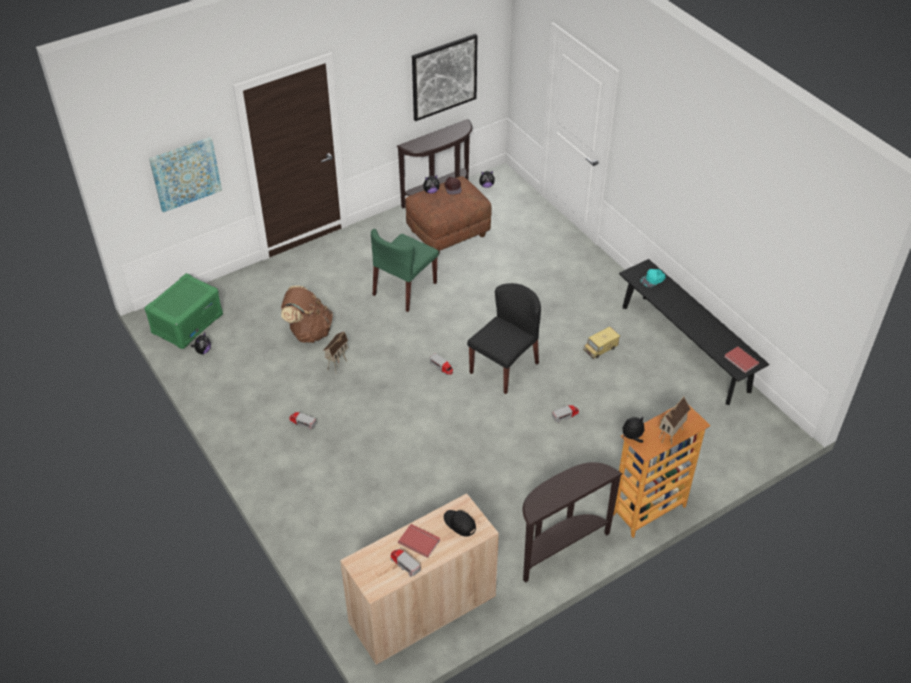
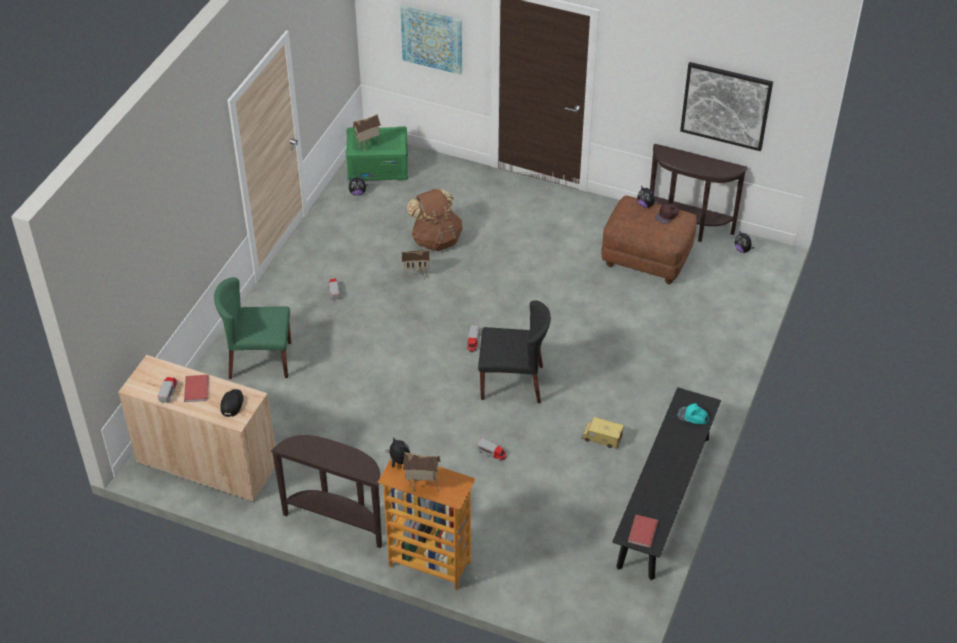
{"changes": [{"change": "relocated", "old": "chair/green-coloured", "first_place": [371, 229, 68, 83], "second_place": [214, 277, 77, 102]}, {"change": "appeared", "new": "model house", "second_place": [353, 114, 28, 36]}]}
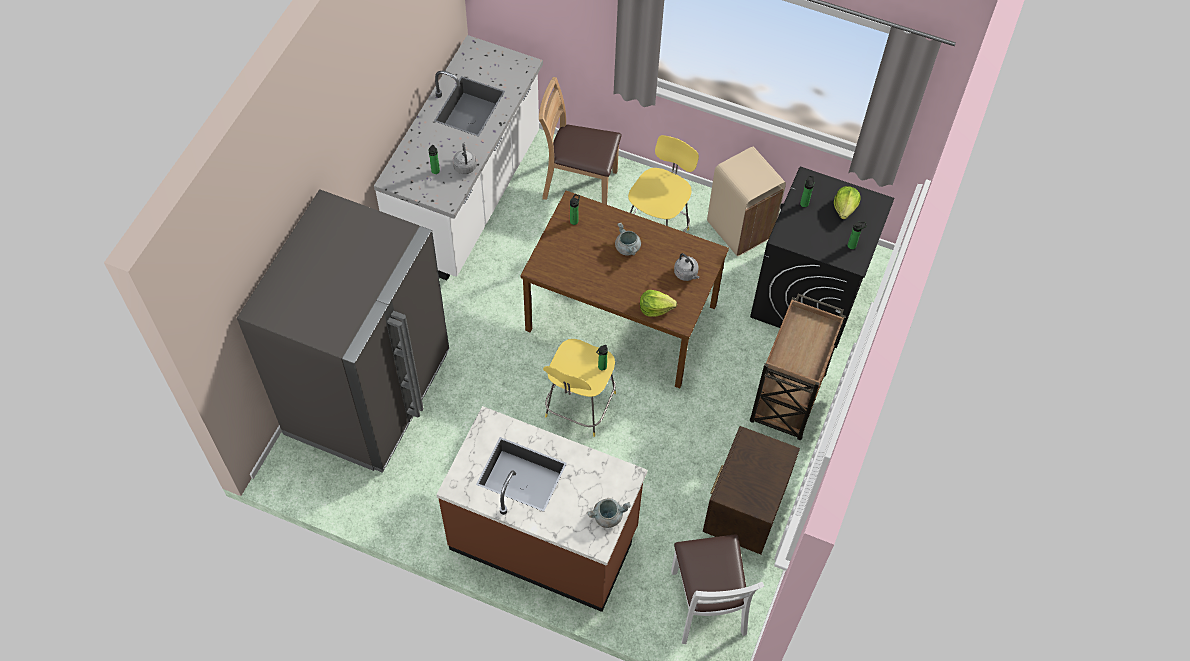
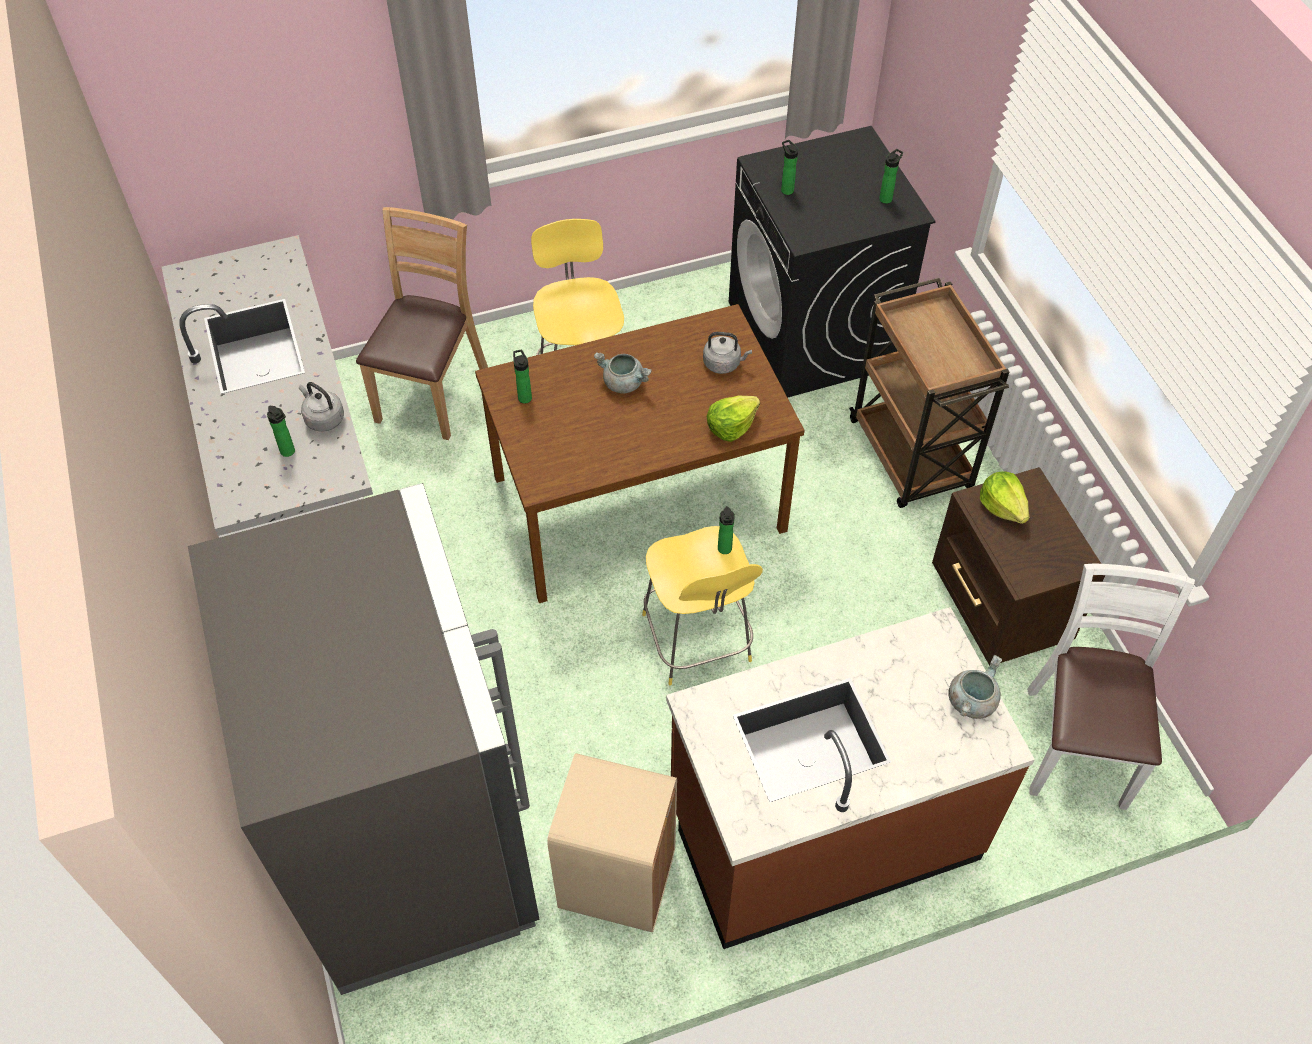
{"changes": [{"change": "spun", "old": "chair/brown-coloured", "first_place": [539, 77, 83, 128], "second_place": [356, 207, 132, 233], "degrees": 135}, {"change": "spun", "old": "chair/white", "first_place": [671, 534, 93, 110], "second_place": [1027, 563, 168, 247], "degrees": -120}, {"change": "relocated", "old": "rubbish bin/beige-coloured", "first_place": [707, 147, 79, 109], "second_place": [547, 753, 130, 180]}, {"change": "relocated", "old": "head of lettuce", "first_place": [834, 186, 27, 33], "second_place": [980, 471, 49, 53]}]}
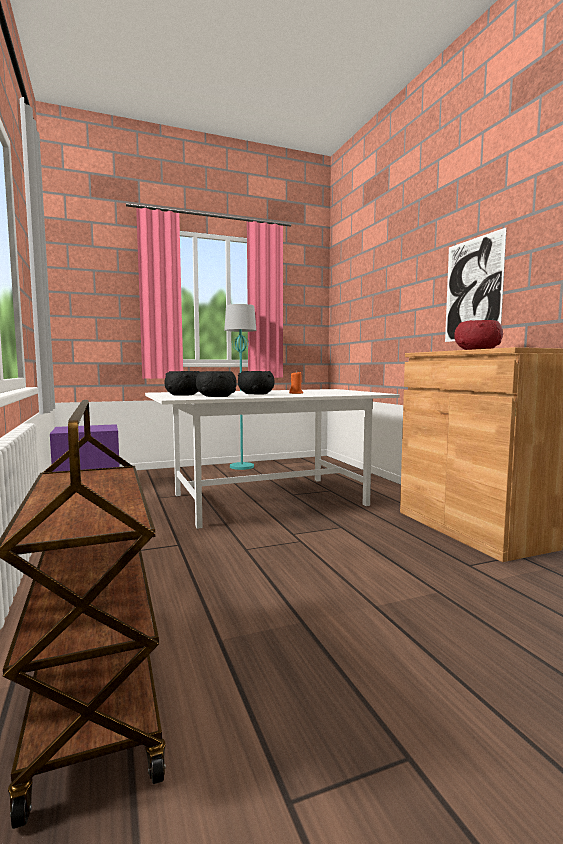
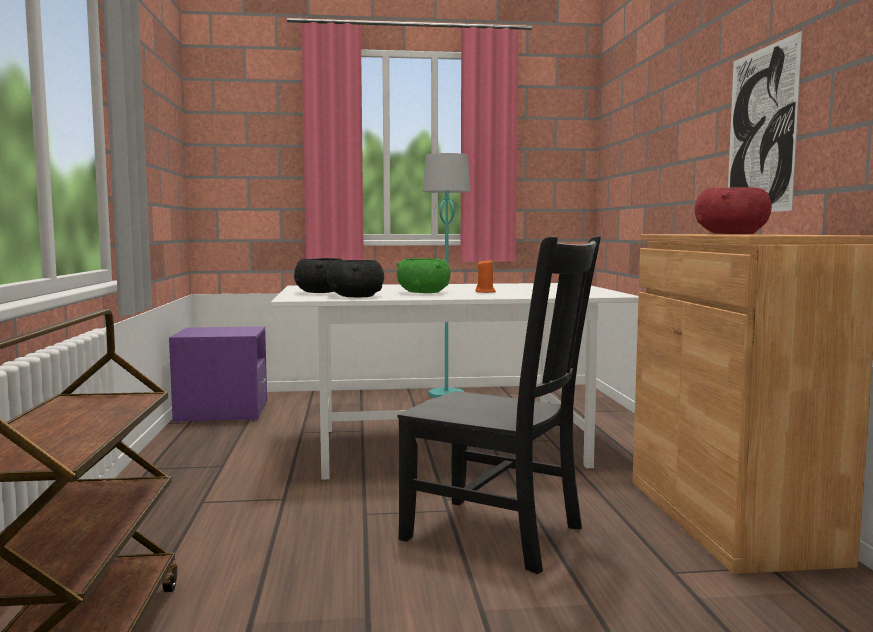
{"changes": [{"change": "colour", "old": "serving bowl/black-coloured", "new": "serving bowl/green-coloured", "first_place": [238, 371, 37, 23], "second_place": [397, 258, 54, 35]}, {"change": "appeared", "new": "chair/black-coloured", "second_place": [397, 236, 204, 338]}]}
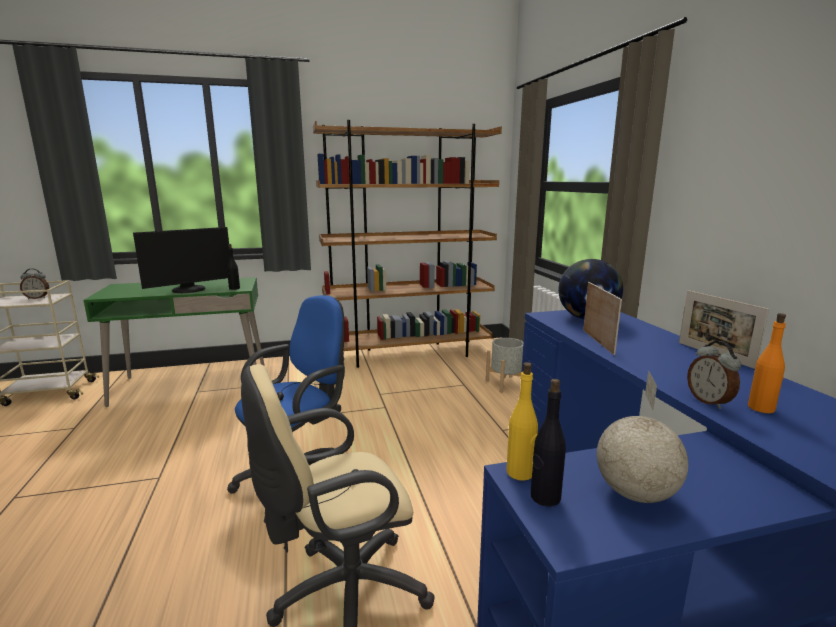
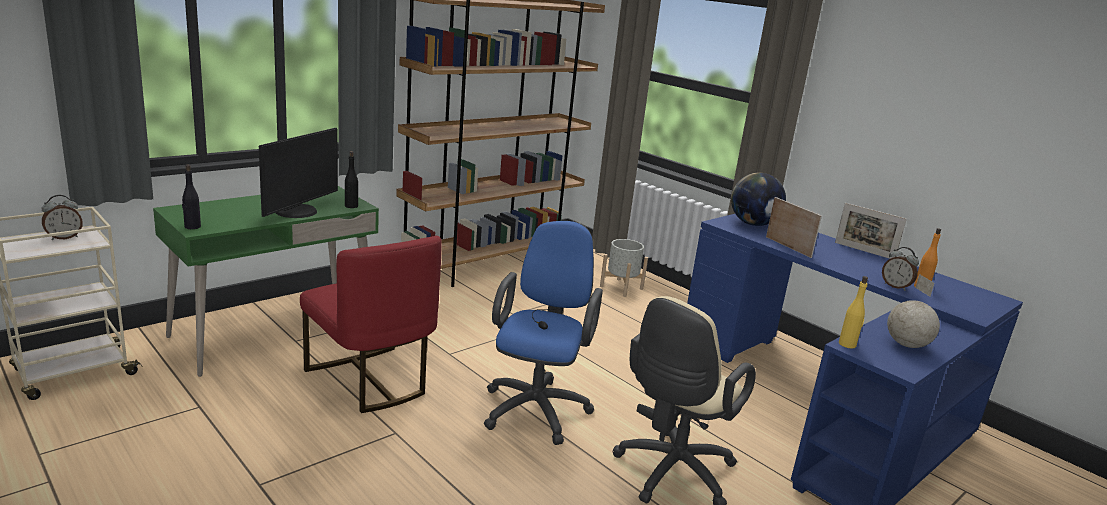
{"changes": [{"change": "relocated", "old": "bottle/black-coloured", "first_place": [531, 379, 35, 128], "second_place": [182, 164, 19, 65]}, {"change": "appeared", "new": "chair/red", "second_place": [300, 236, 142, 177]}]}
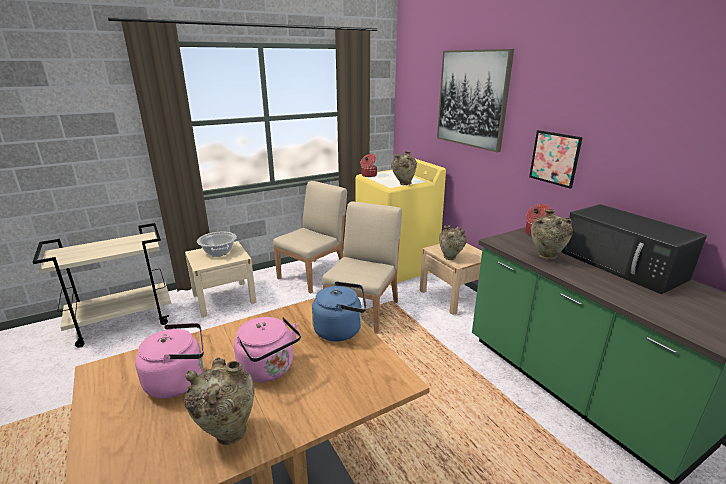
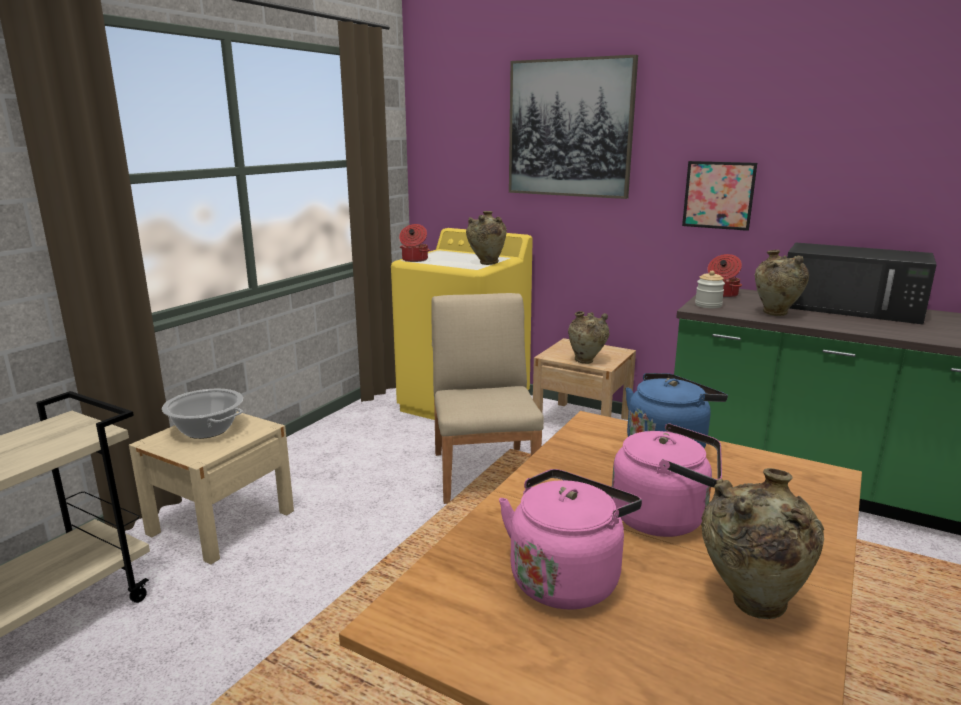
{"changes": [{"change": "missing", "old": "chair/beige-coloured", "first_place": [273, 181, 74, 113]}, {"change": "appeared", "new": "preserve jar", "second_place": [695, 271, 30, 37]}]}
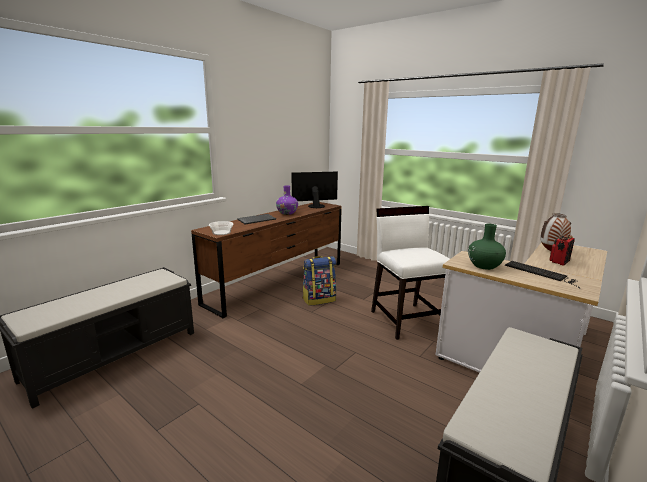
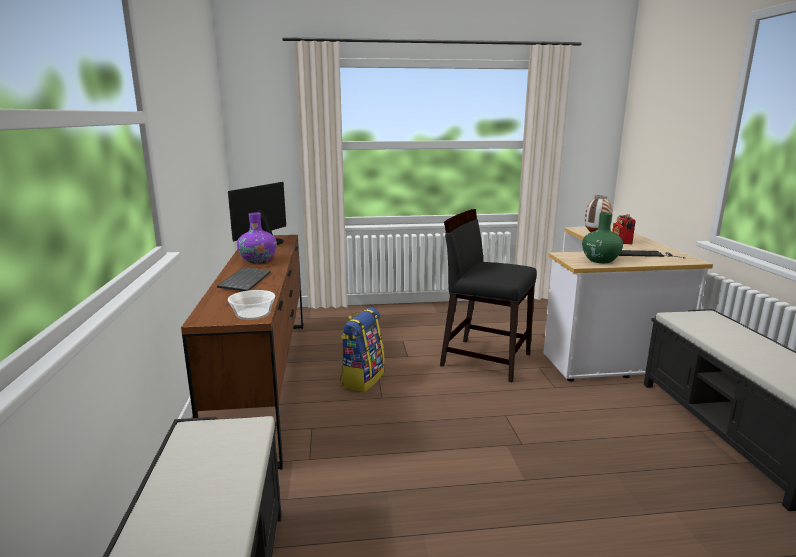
{"changes": [{"change": "colour", "old": "chair/white", "new": "chair/black-coloured", "first_place": [371, 206, 79, 134], "second_place": [440, 209, 97, 173]}]}
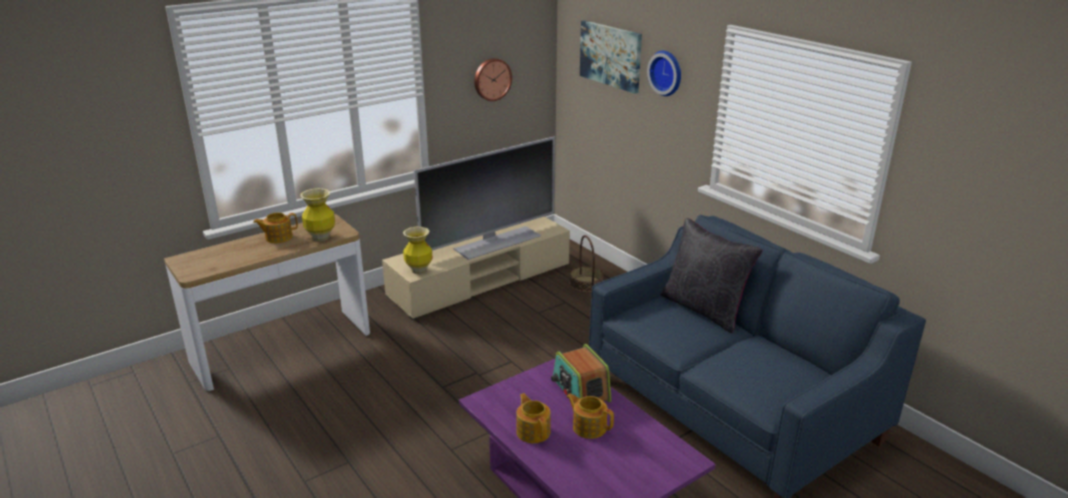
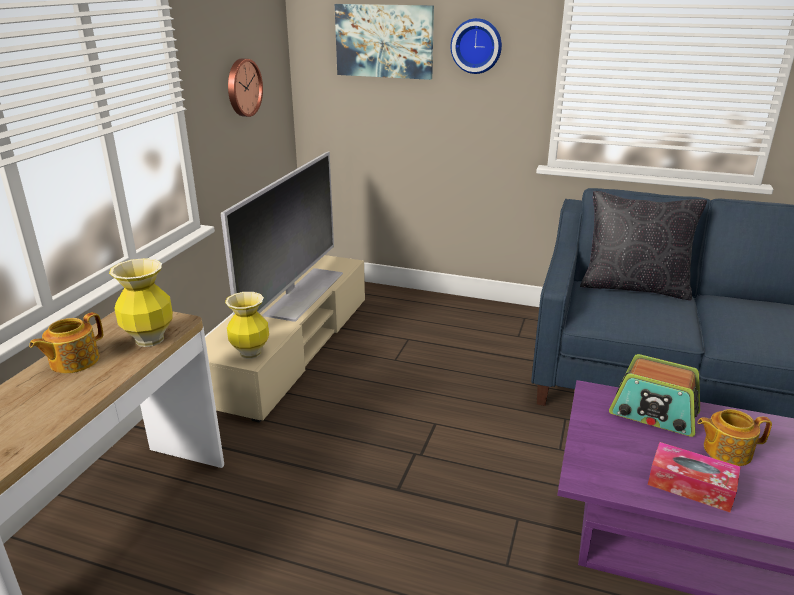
{"changes": [{"change": "exchanged", "old": "pot for tea", "new": "tissue box", "first_place": [516, 393, 35, 50], "second_place": [648, 442, 92, 71]}, {"change": "missing", "old": "storage basket", "first_place": [569, 235, 35, 57]}]}
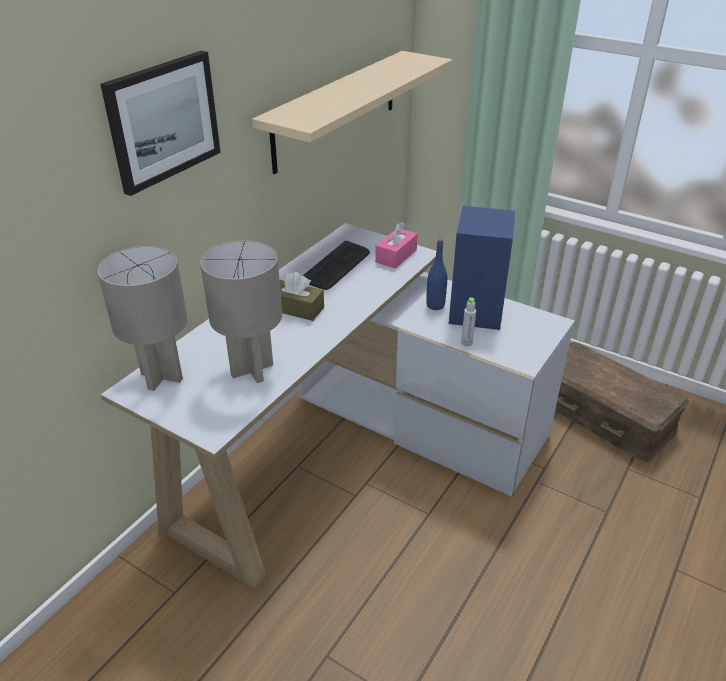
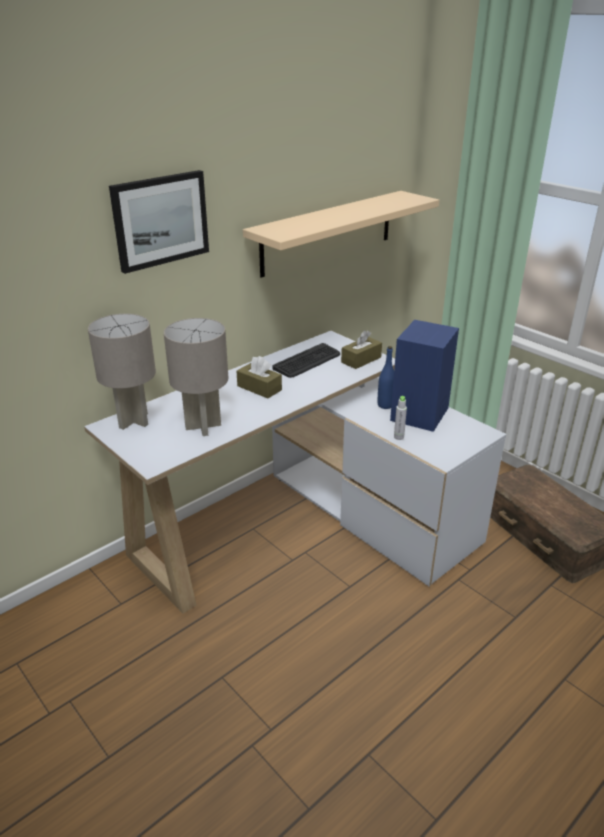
{"changes": [{"change": "colour", "old": "tissue box/pink-coloured", "new": "tissue box/brown-coloured", "first_place": [375, 222, 43, 47], "second_place": [341, 330, 41, 39]}]}
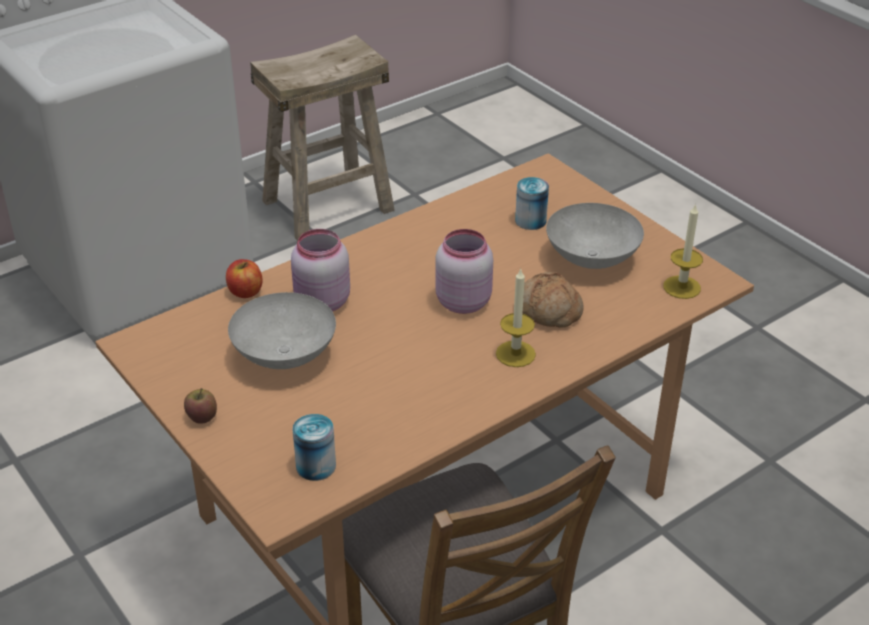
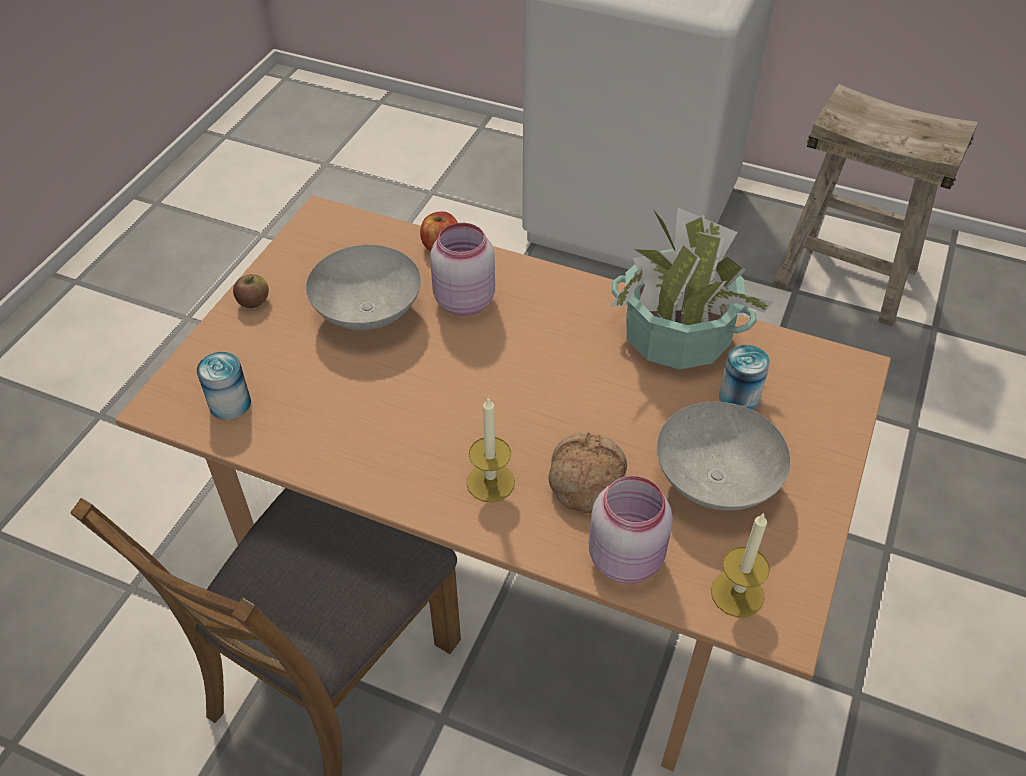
{"changes": [{"change": "relocated", "old": "preserve jar/pink-coloured", "first_place": [435, 229, 58, 85], "second_place": [589, 476, 84, 107]}, {"change": "appeared", "new": "plant in a pot", "second_place": [609, 208, 164, 162]}]}
